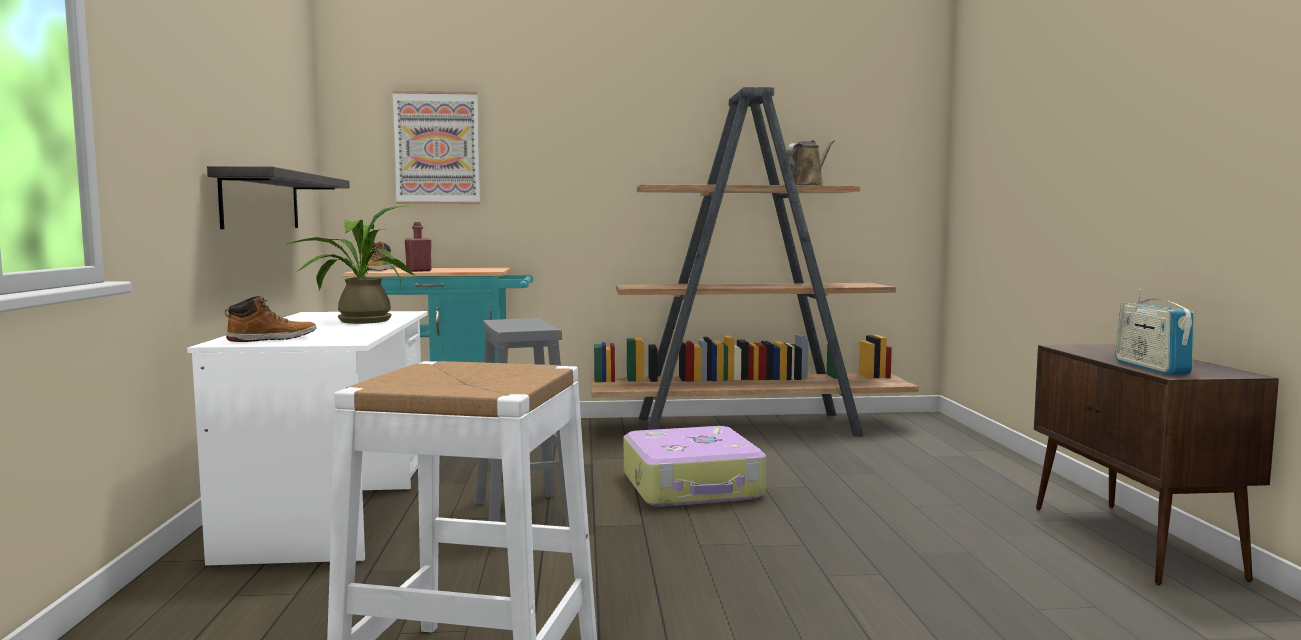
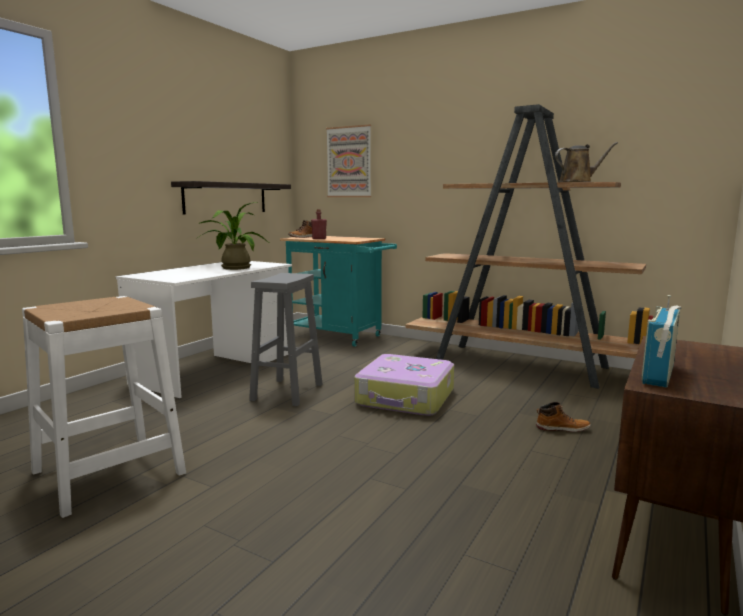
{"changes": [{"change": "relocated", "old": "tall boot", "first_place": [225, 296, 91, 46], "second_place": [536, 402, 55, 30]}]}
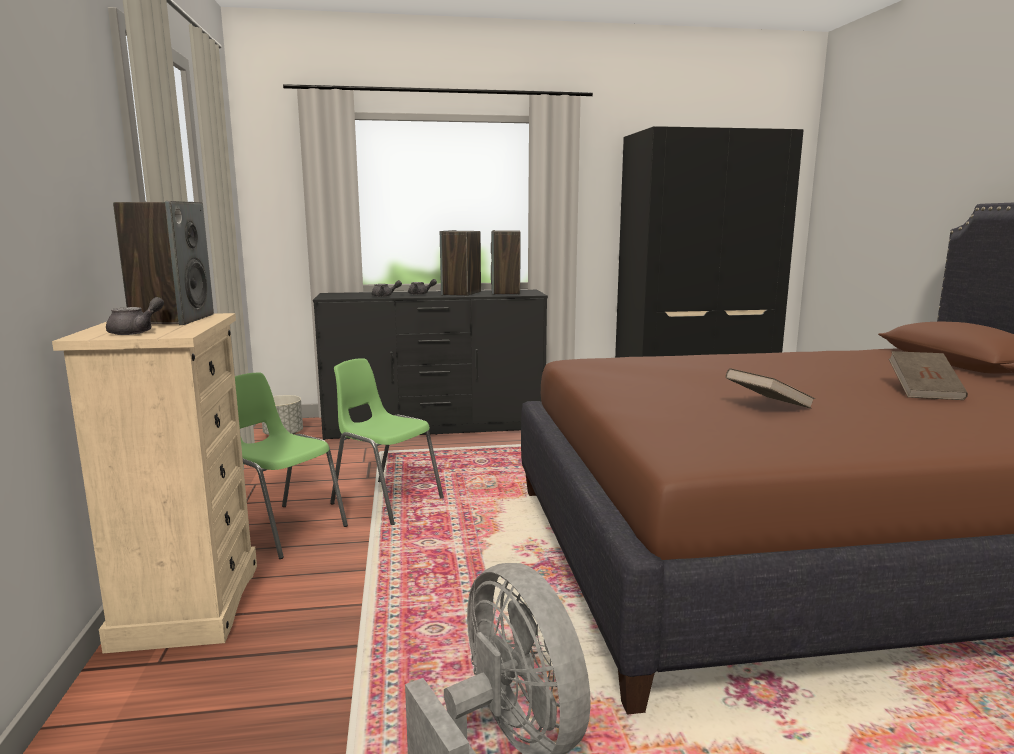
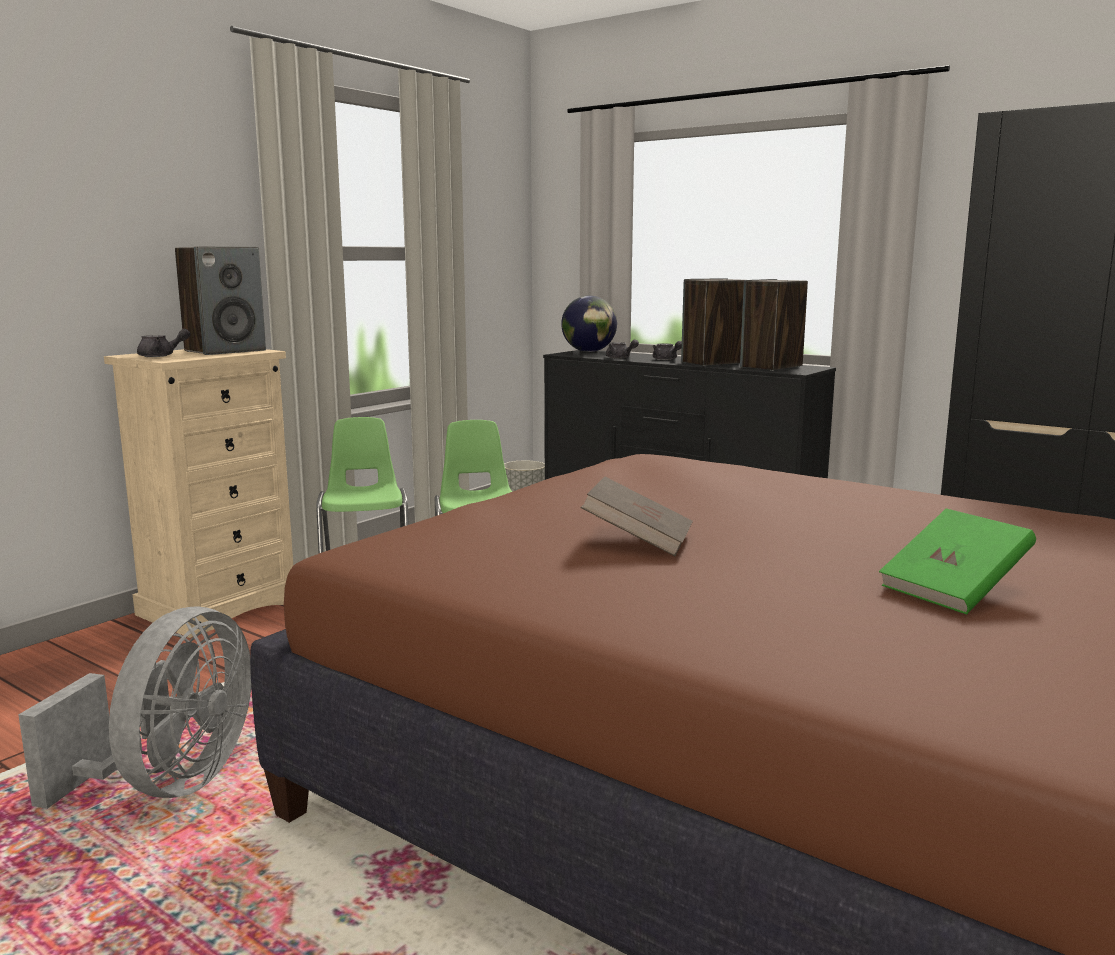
{"changes": [{"change": "colour", "old": "volume/brown-coloured", "new": "volume/green-coloured", "first_place": [889, 351, 79, 49], "second_place": [879, 508, 157, 107]}, {"change": "appeared", "new": "desk globe", "second_place": [561, 296, 56, 56]}]}
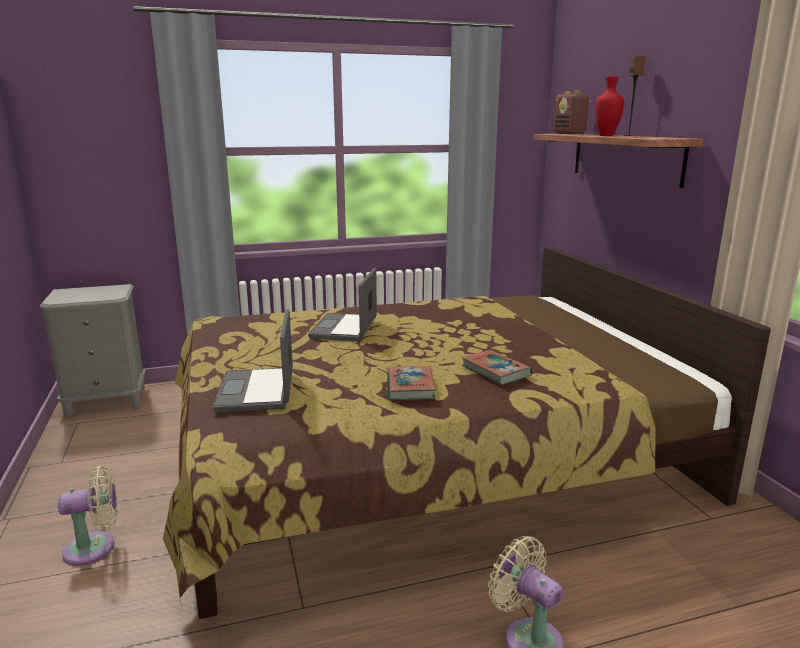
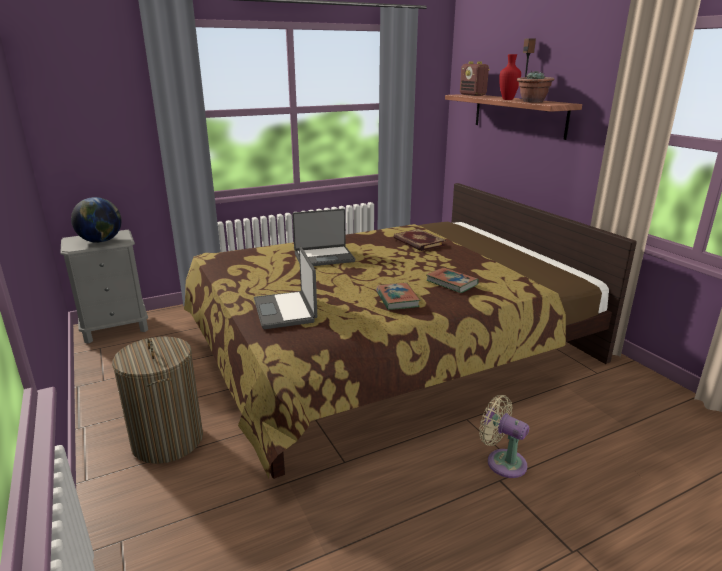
{"changes": [{"change": "exchanged", "old": "electric fan/beige-coloured", "new": "laundry basket", "first_place": [58, 465, 59, 101], "second_place": [112, 336, 91, 128]}, {"change": "spun", "old": "laptop", "first_place": [308, 268, 69, 73], "second_place": [292, 209, 63, 57], "degrees": -105}, {"change": "appeared", "new": "desk globe", "second_place": [71, 197, 51, 46]}, {"change": "appeared", "new": "volume", "second_place": [394, 229, 52, 22]}, {"change": "appeared", "new": "plant in a pot", "second_place": [517, 71, 37, 32]}]}
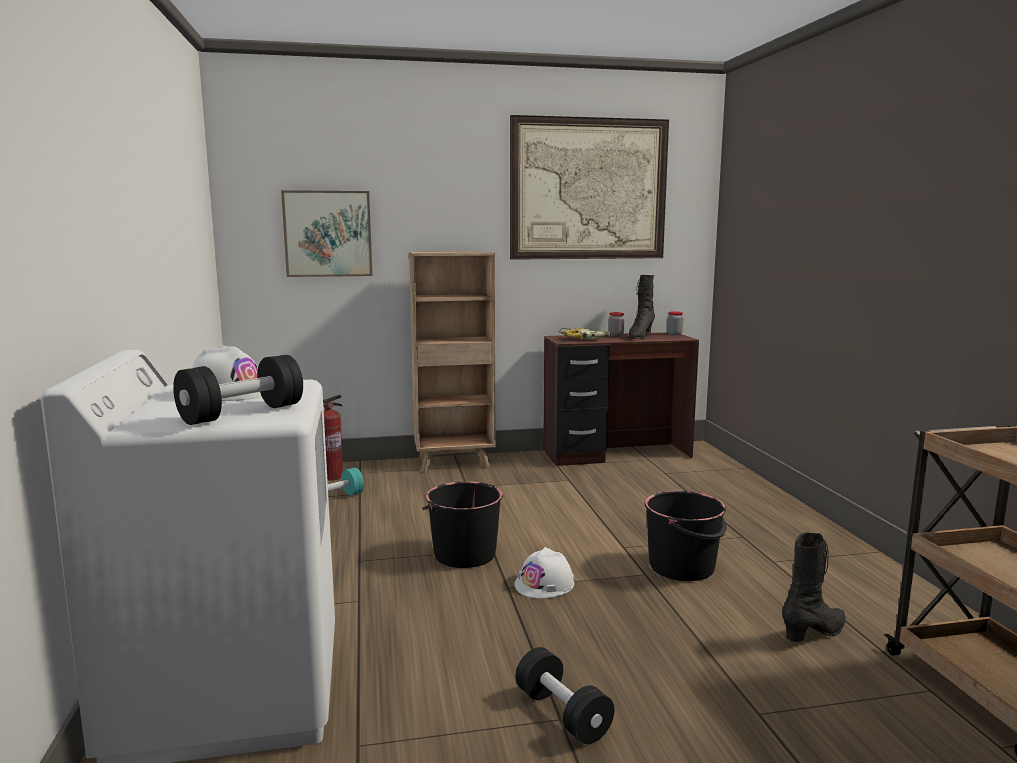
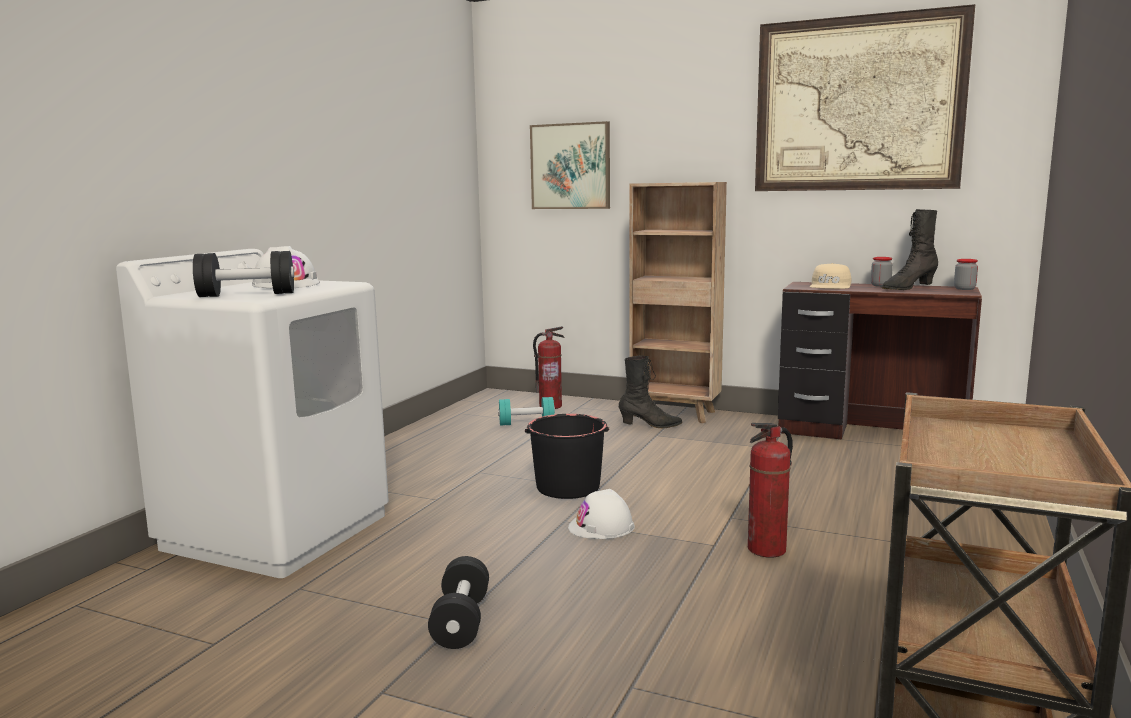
{"changes": [{"change": "exchanged", "old": "electric drill", "new": "cap/beige-coloured", "first_place": [559, 327, 52, 13], "second_place": [810, 263, 41, 26]}, {"change": "exchanged", "old": "pail/black-coloured", "new": "fire extinguisher", "first_place": [645, 491, 82, 90], "second_place": [748, 423, 45, 135]}, {"change": "relocated", "old": "tall boot/black-coloured", "first_place": [782, 533, 64, 109], "second_place": [619, 355, 64, 73]}]}
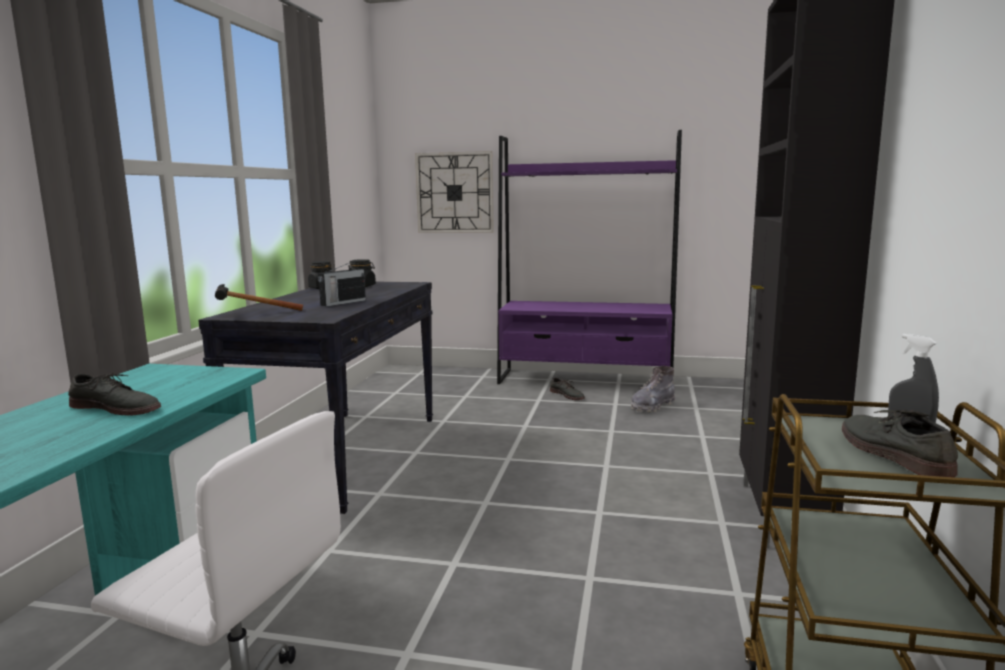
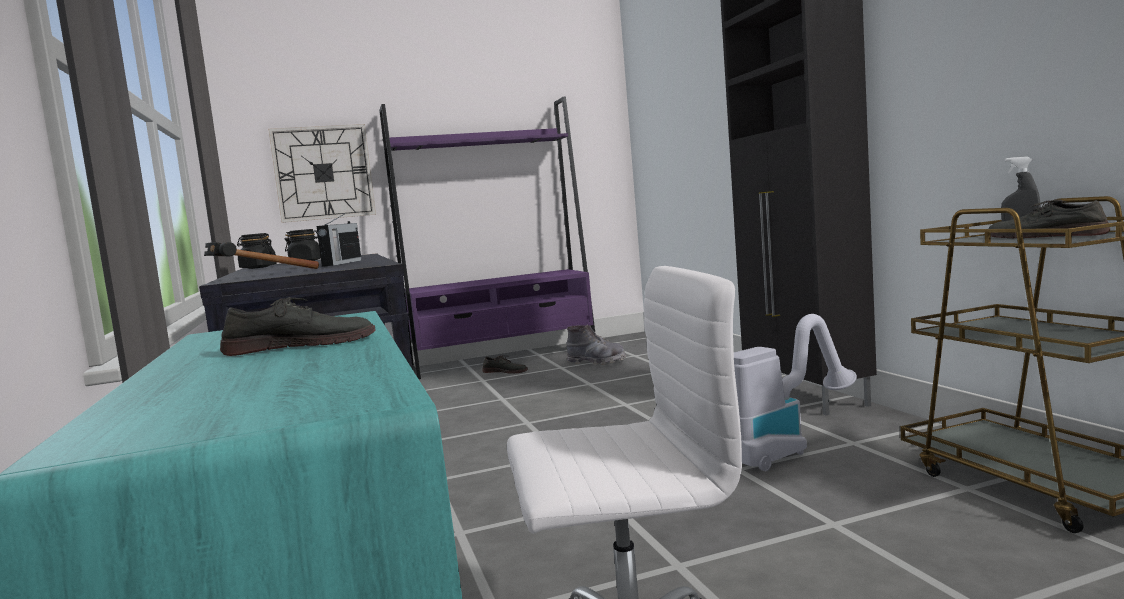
{"changes": [{"change": "spun", "old": "tall boot/gray", "first_place": [631, 366, 44, 46], "second_place": [566, 325, 60, 40], "degrees": -90}, {"change": "appeared", "new": "vacuum cleaner", "second_place": [734, 314, 123, 157]}]}
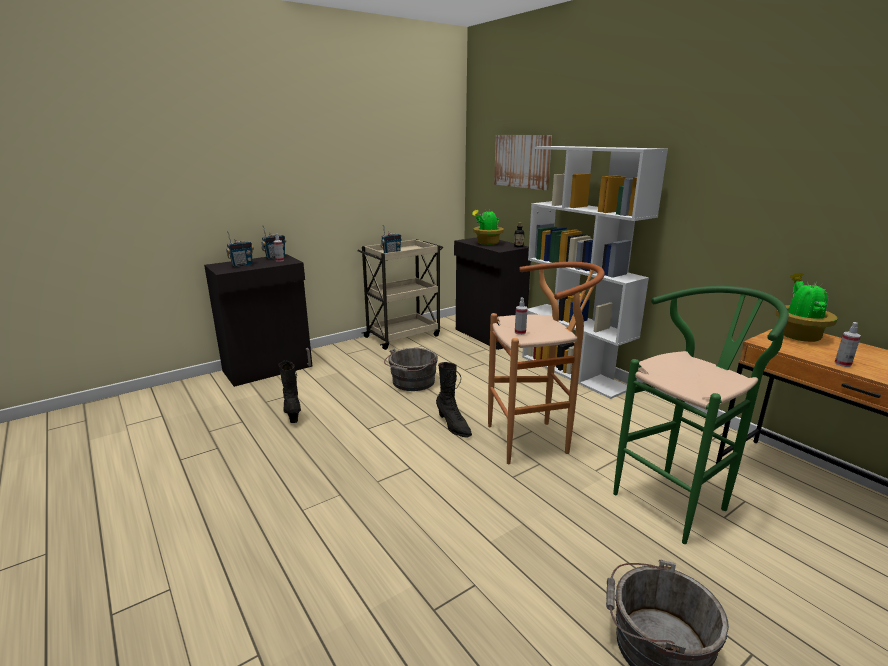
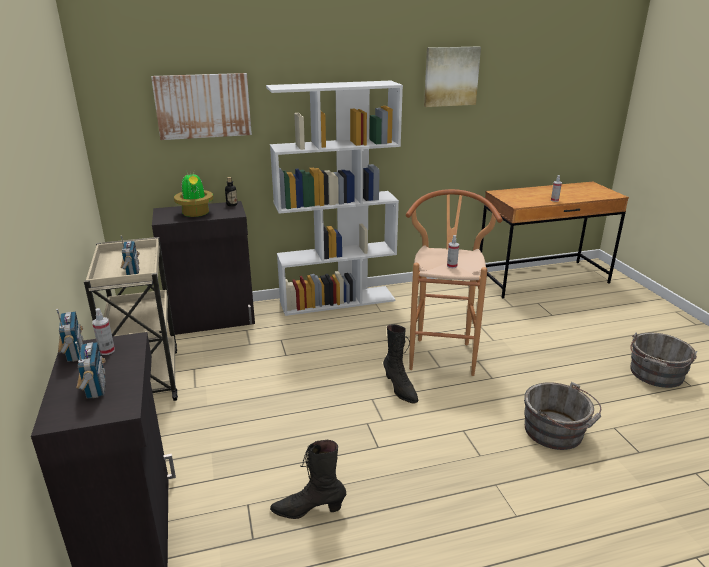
{"changes": [{"change": "relocated", "old": "pail/gray", "first_place": [384, 348, 54, 43], "second_place": [524, 382, 77, 68]}, {"change": "spun", "old": "tall boot/black-coloured", "first_place": [436, 362, 36, 75], "second_place": [383, 324, 35, 80], "degrees": 75}, {"change": "missing", "old": "stool seat/green-coloured", "first_place": [613, 286, 176, 258]}, {"change": "missing", "old": "plant in a pot", "first_place": [775, 273, 63, 69]}, {"change": "appeared", "new": "picture", "second_place": [424, 46, 57, 61]}]}
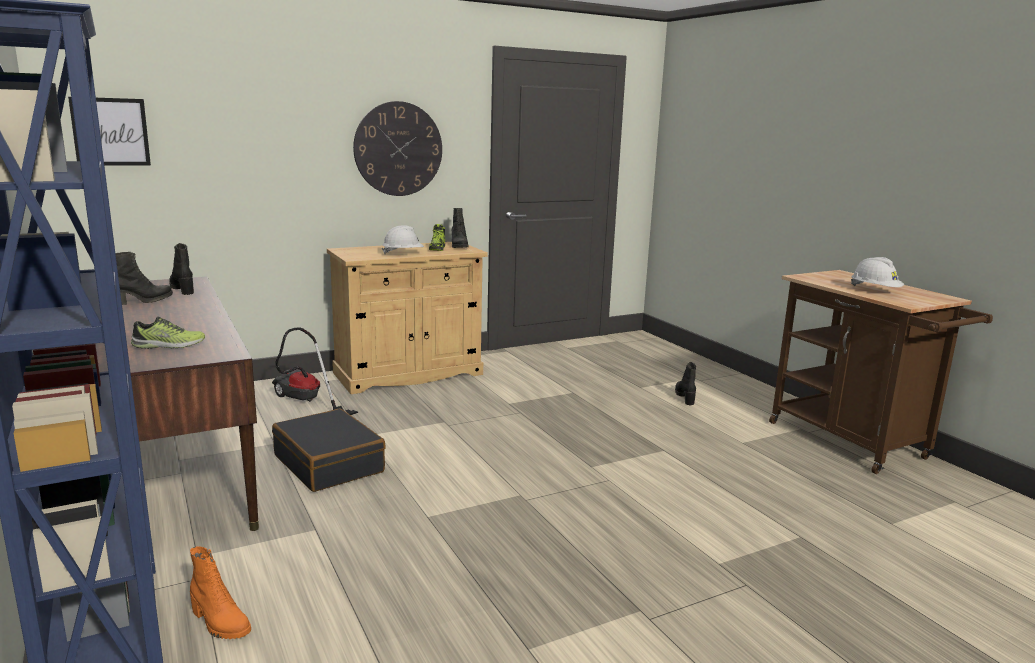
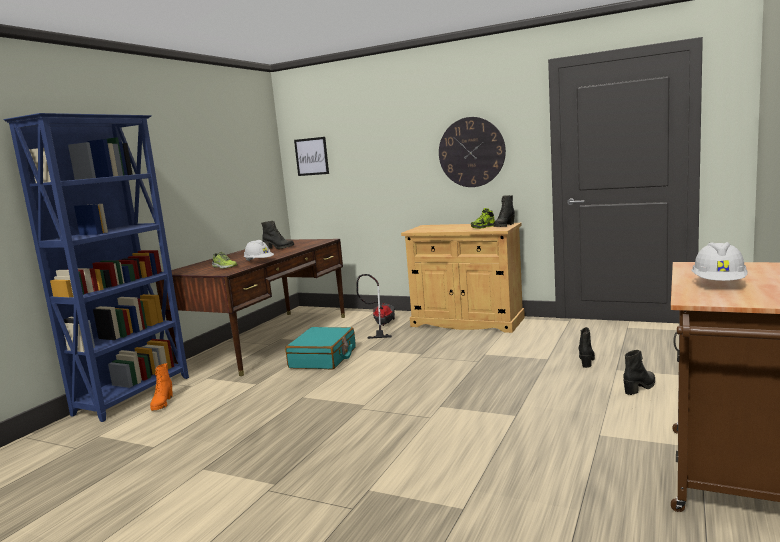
{"changes": [{"change": "relocated", "old": "tall boot/black-coloured", "first_place": [169, 243, 25, 52], "second_place": [579, 327, 16, 41]}, {"change": "colour", "old": "suitcase/black-coloured", "new": "suitcase/turquoise", "first_place": [272, 408, 114, 84], "second_place": [285, 327, 71, 42]}, {"change": "relocated", "old": "hard hat/white", "first_place": [382, 225, 42, 29], "second_place": [244, 240, 30, 22]}]}
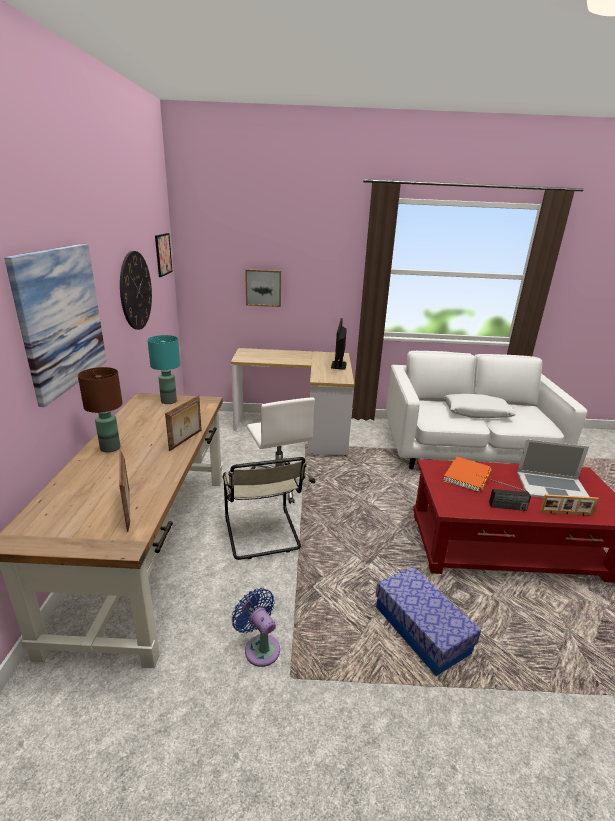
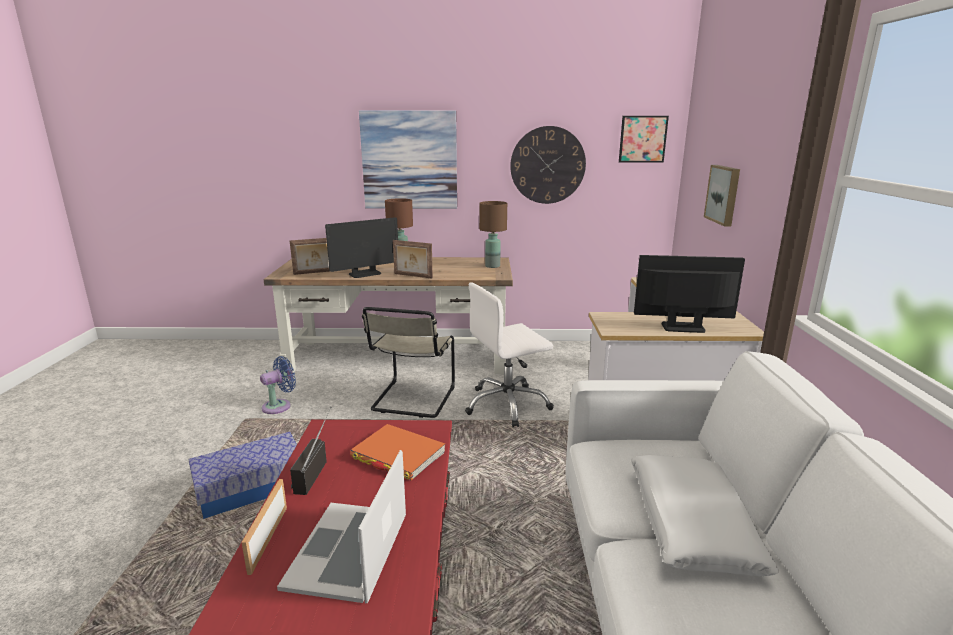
{"changes": [{"change": "colour", "old": "tabletop lamp/turquoise", "new": "tabletop lamp/brown-coloured", "first_place": [147, 335, 33, 69], "second_place": [479, 201, 28, 67]}, {"change": "spun", "old": "chair/beige-coloured", "first_place": [222, 457, 85, 103], "second_place": [362, 307, 93, 111], "degrees": -60}, {"change": "appeared", "new": "monitor", "second_place": [325, 217, 73, 61]}]}
